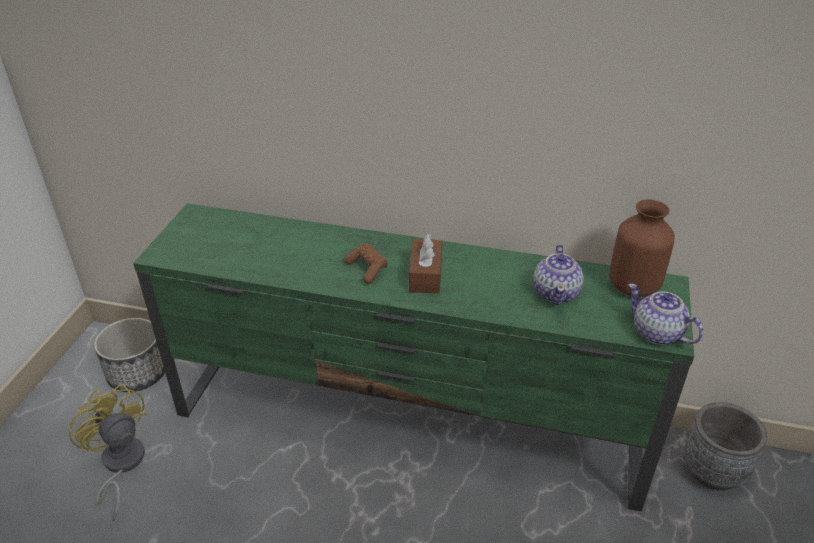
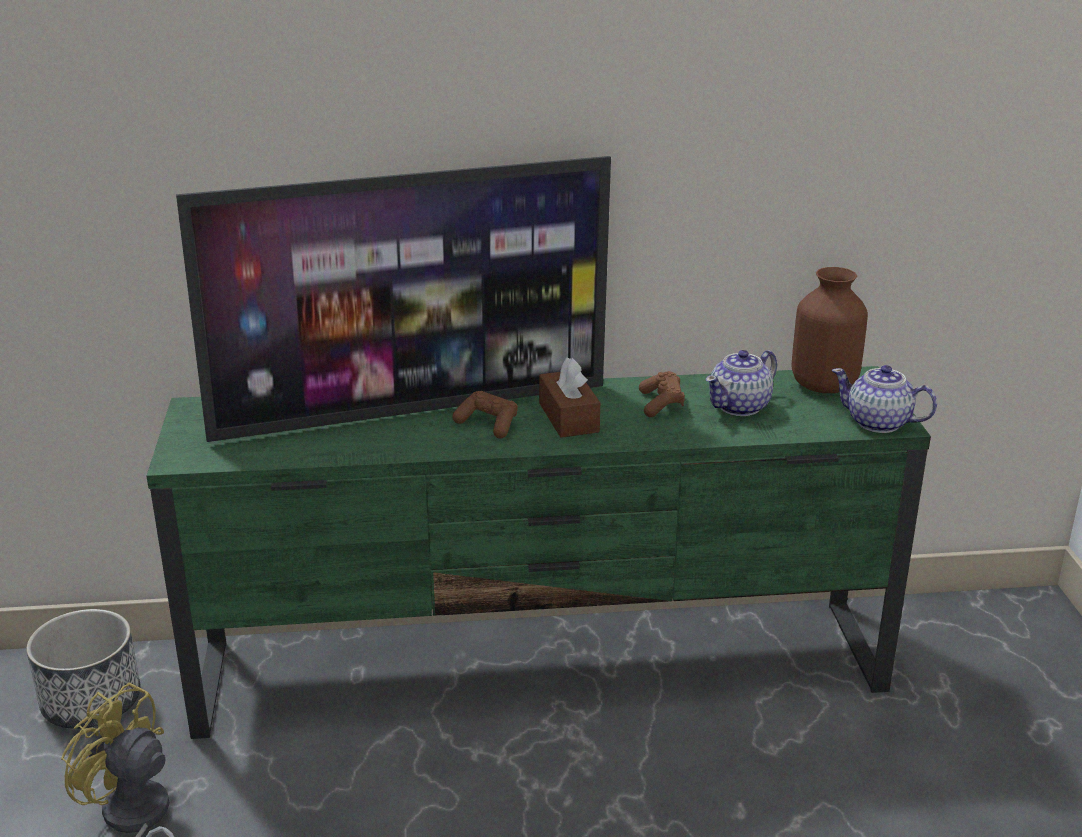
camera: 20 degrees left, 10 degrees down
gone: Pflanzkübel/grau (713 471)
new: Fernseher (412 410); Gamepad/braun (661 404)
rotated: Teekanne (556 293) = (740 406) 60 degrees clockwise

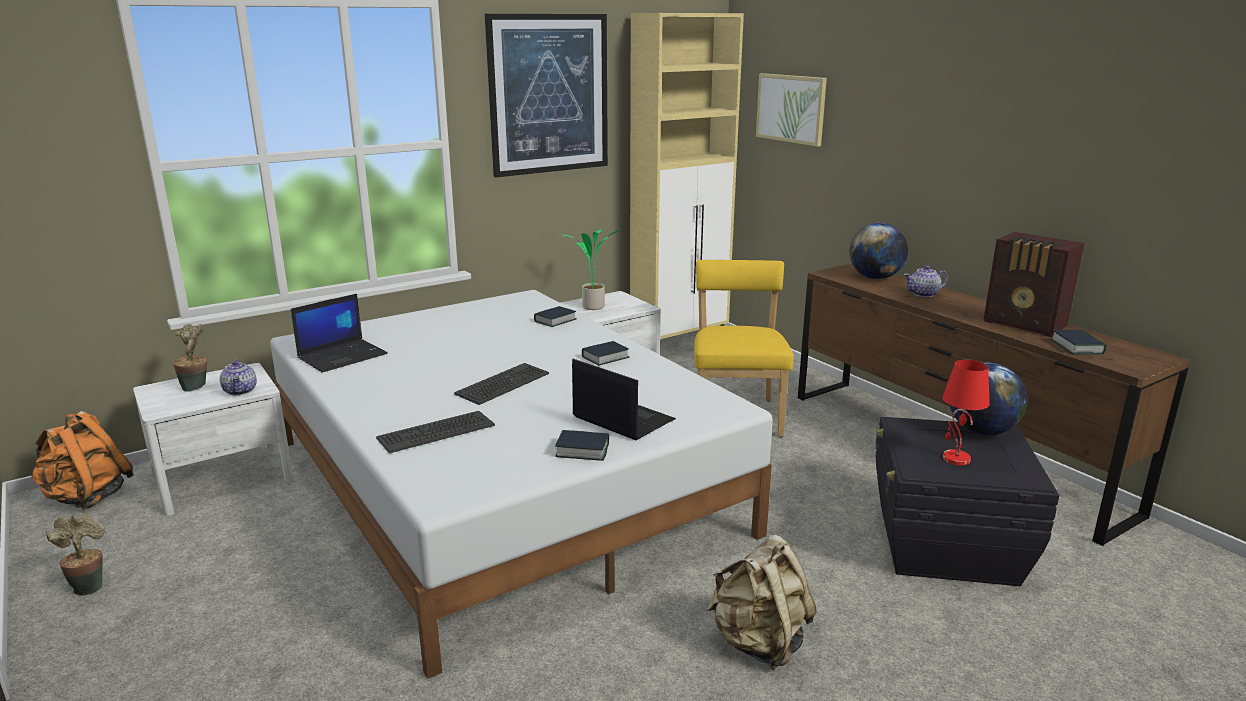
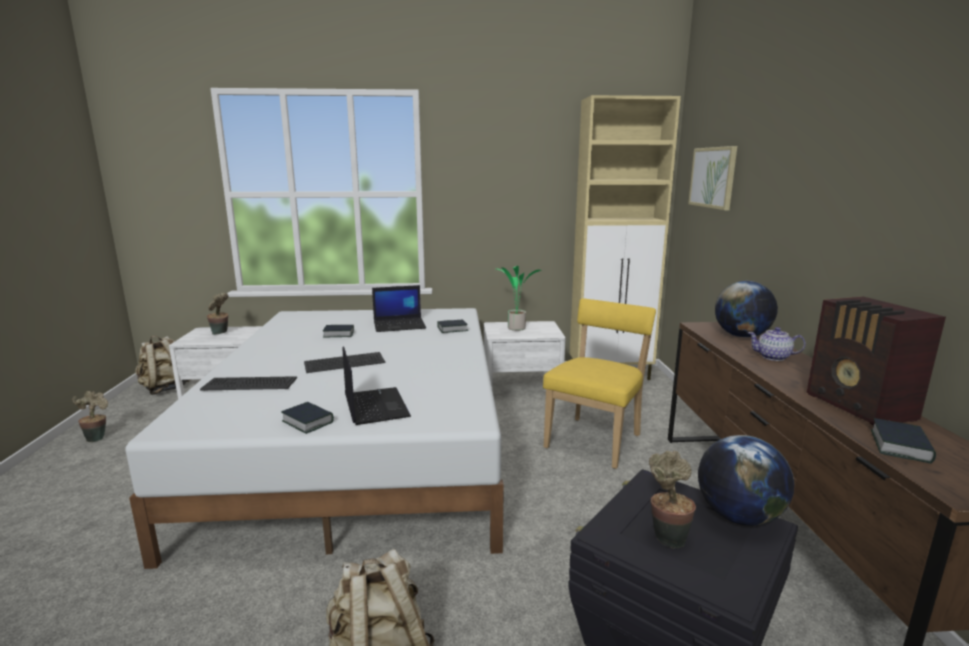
camera: 30 degrees right, 5 degrees down
gone: Teekanne (240 391); Bild (549 94)
shifted: Laptop (343 356) to (400 325); Buch (605 357) to (338 334)
swapped: Tischlampe/rot (955 458) to Topfpflanze (667 536)
repainted: Rucksack/orange (88 498) to Rucksack/beige (165 389)

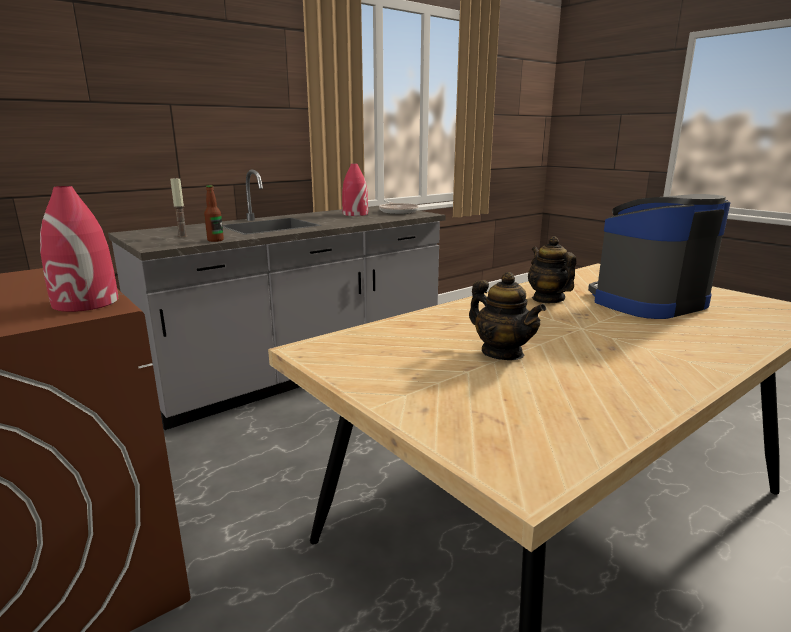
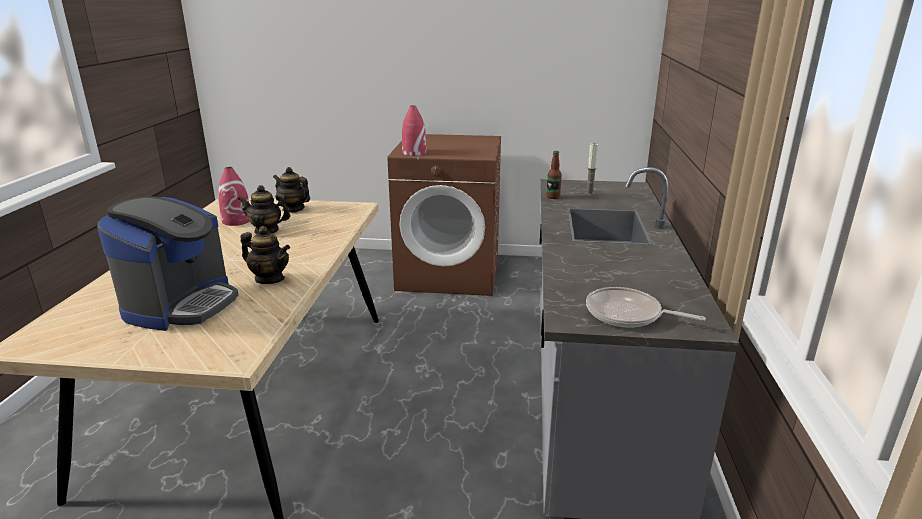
camera: 135 degrees right, 5 degrees up
new: Teekanne (293 209)
shifted: Vase/rot (355 214) to (237 220)

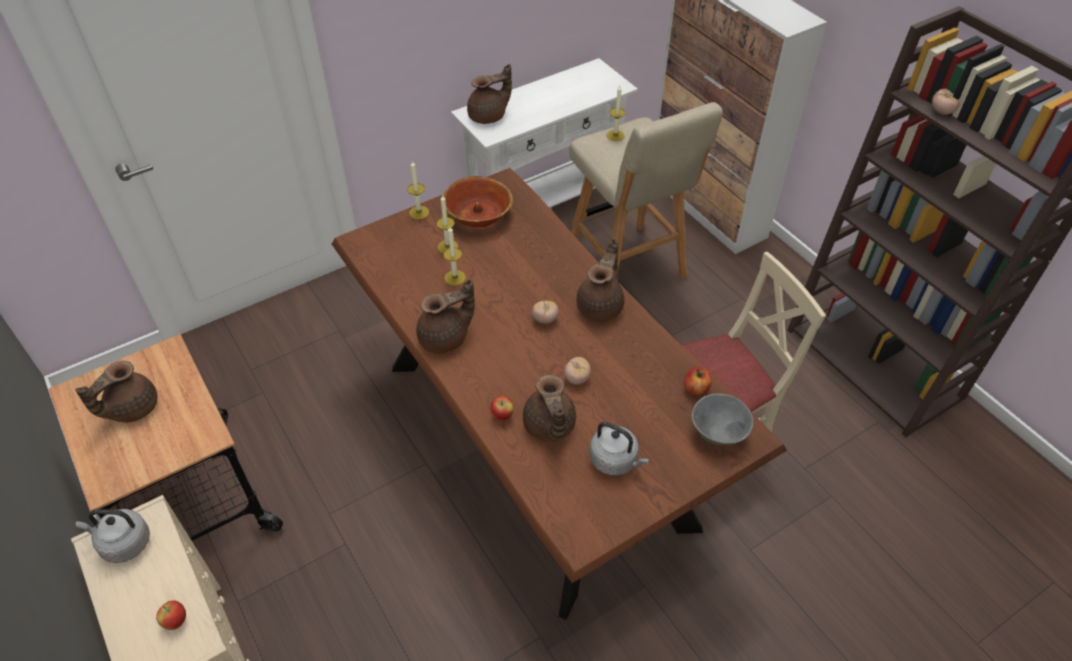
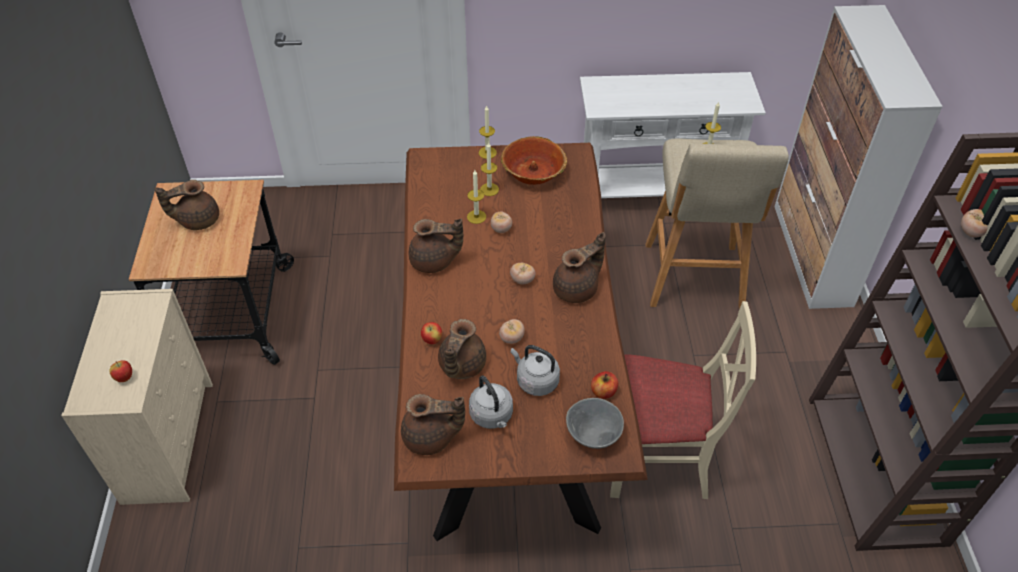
camera: 30 degrees right, 0 degrees up
new: Tomate (501 229)
shifted: Wasserkessel/grau (123 543) to (535 381); Teekanne/braun (489 116) to (431 438)

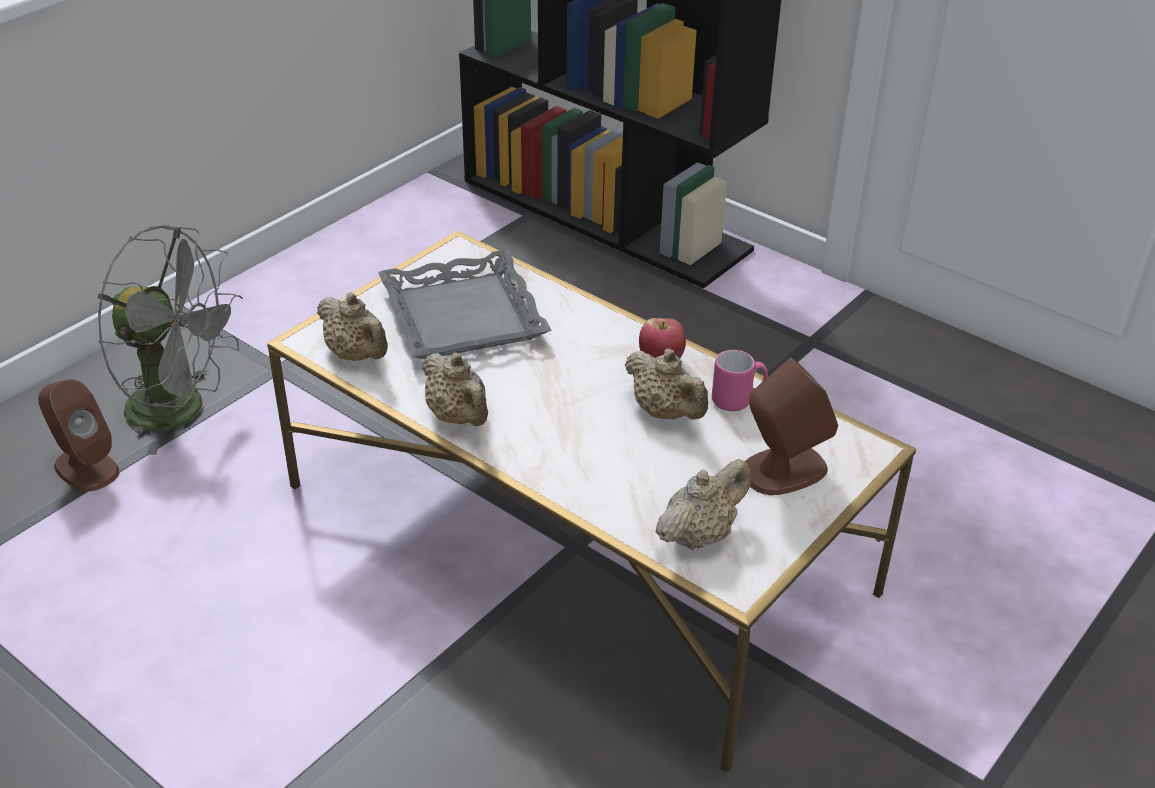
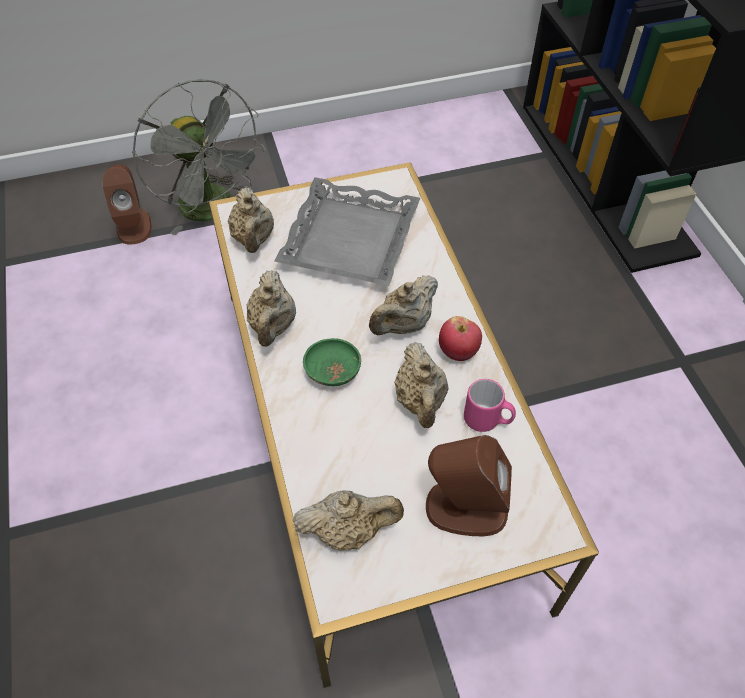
camera: 35 degrees right, 15 degrees up
new: Schüssel/grün (332 372); Teekanne/beige (404 325)

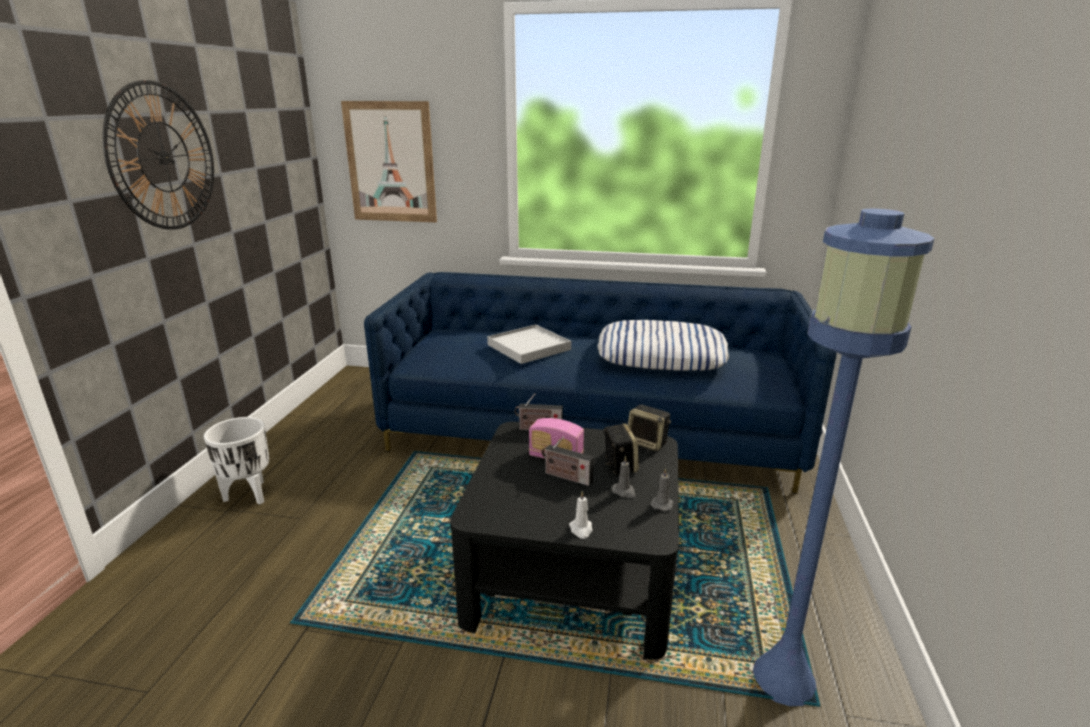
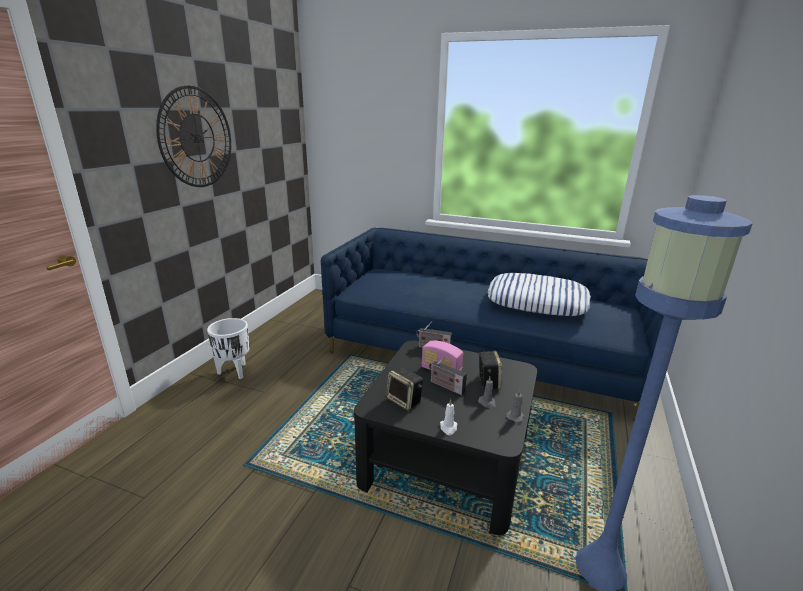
camera: 10 degrees right, 0 degrees up
gone: Bild (390 162); Tablett/weiß (529 347)
shifted: Lautsprecher (648 442) to (405 401)

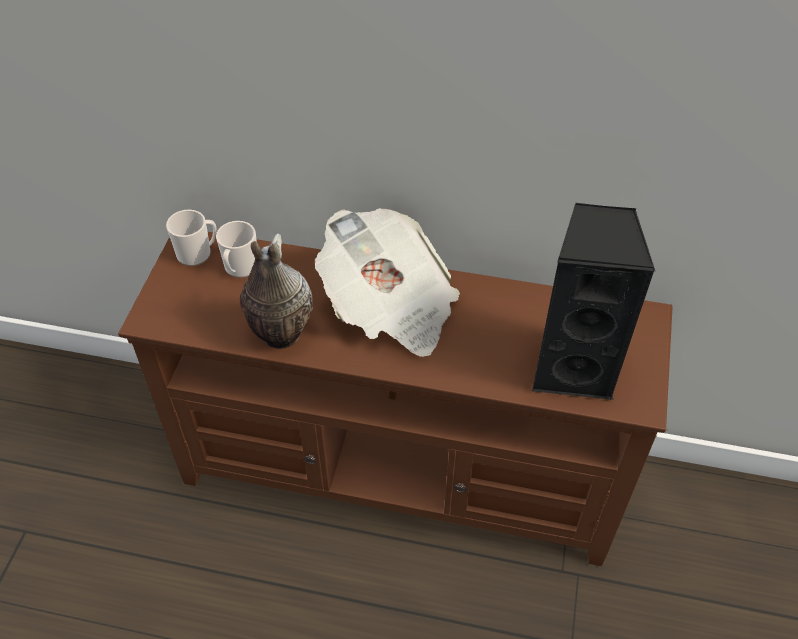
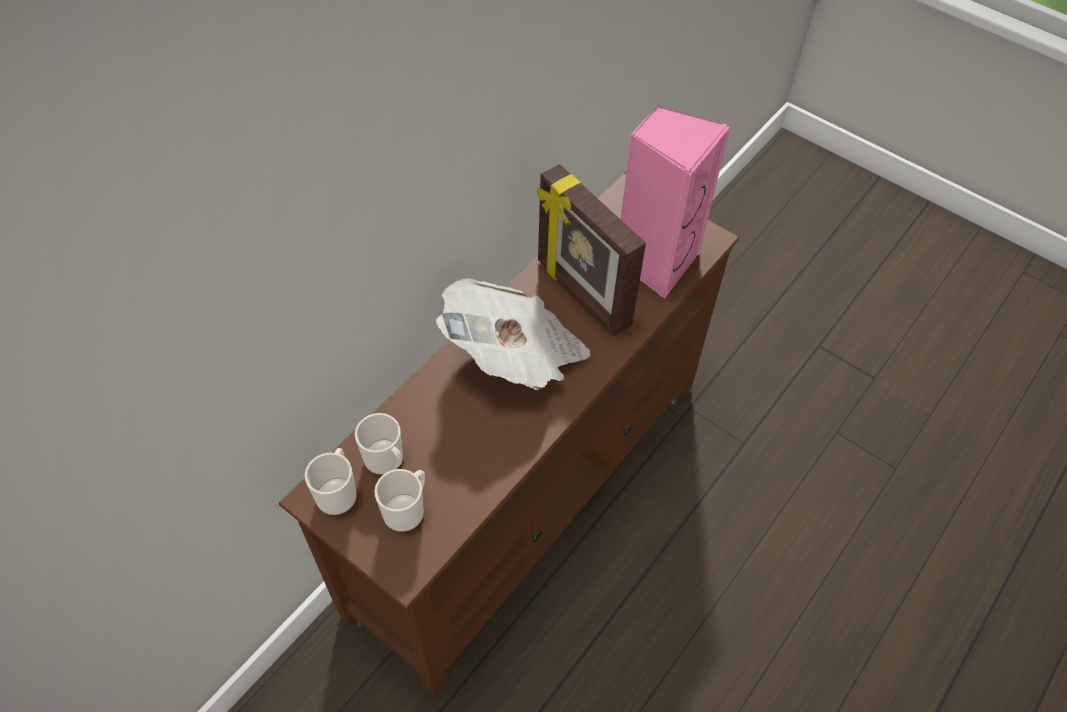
camera: 65 degrees left, 5 degrees up
gone: Vase (279 337)
new: Henkelbecher (407 510); Bilderrahmen (581 294)
repainted: Lautsprecher/schwarz (573 368) to Lautsprecher/rosa (655 261)

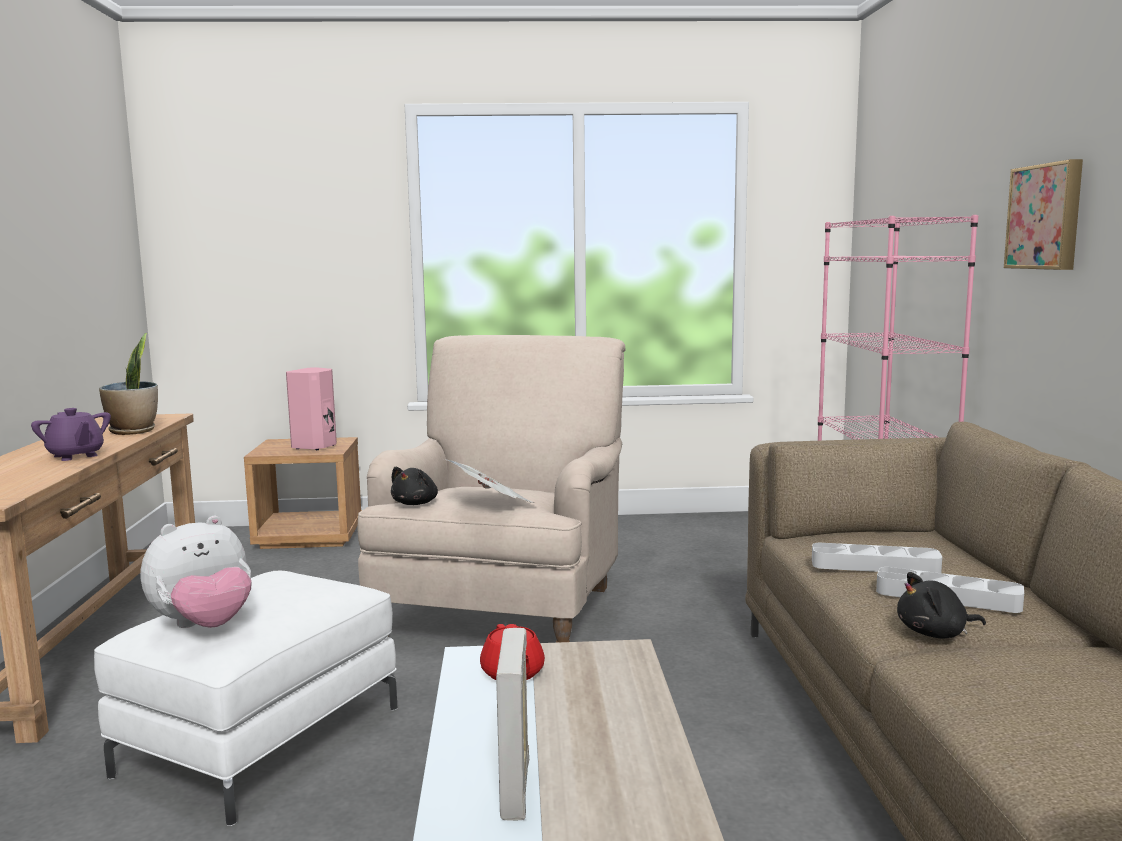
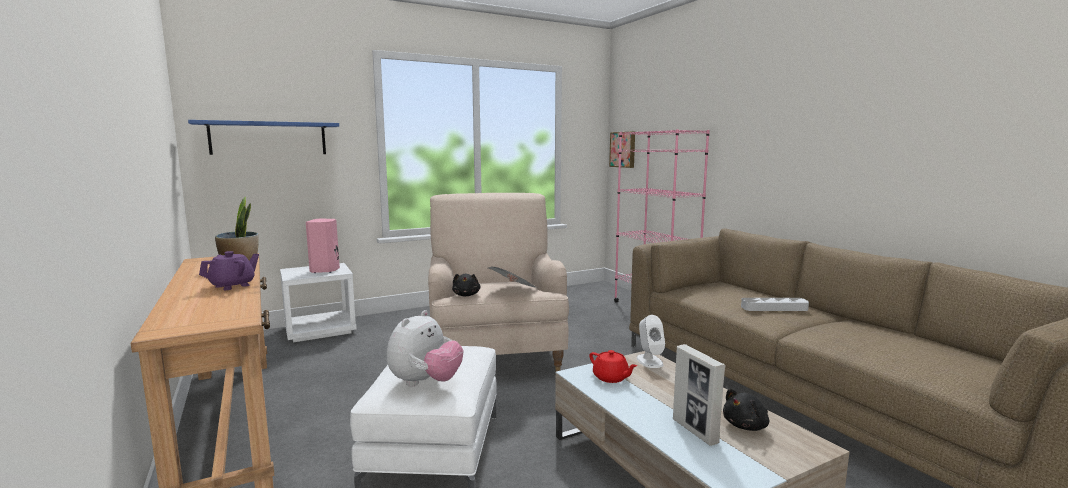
camera: 25 degrees left, 0 degrees up
gone: Tablett/grau (875 566)
new: Wandregal/blau (269 138); Lautsprecher/weiß (649 361)
shifted: Plüschtier/schwarz (935 633) to (746 426); Bild (1046 217) to (623 149)
repainted: Nachttisch/braun (310 536) to Nachttisch/weiß (320 330)
rotated: Teekanne/lila (75 456) = (233 286) 75 degrees counterclockwise

